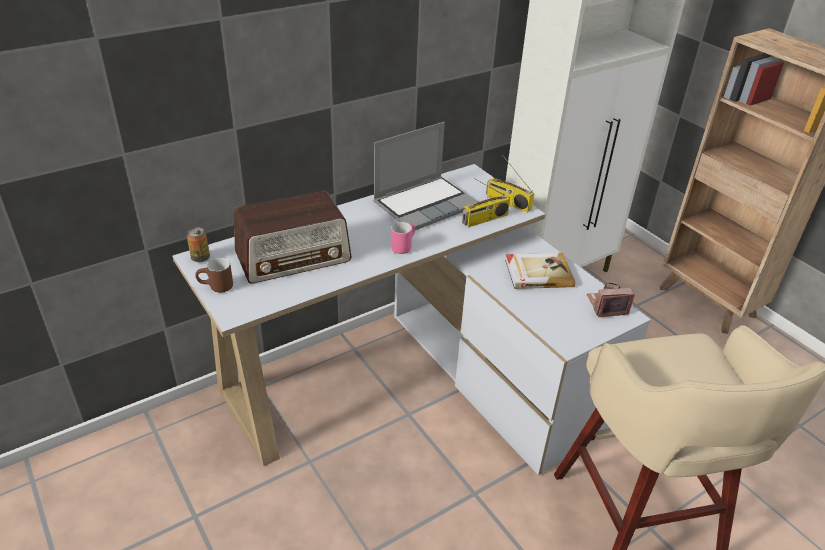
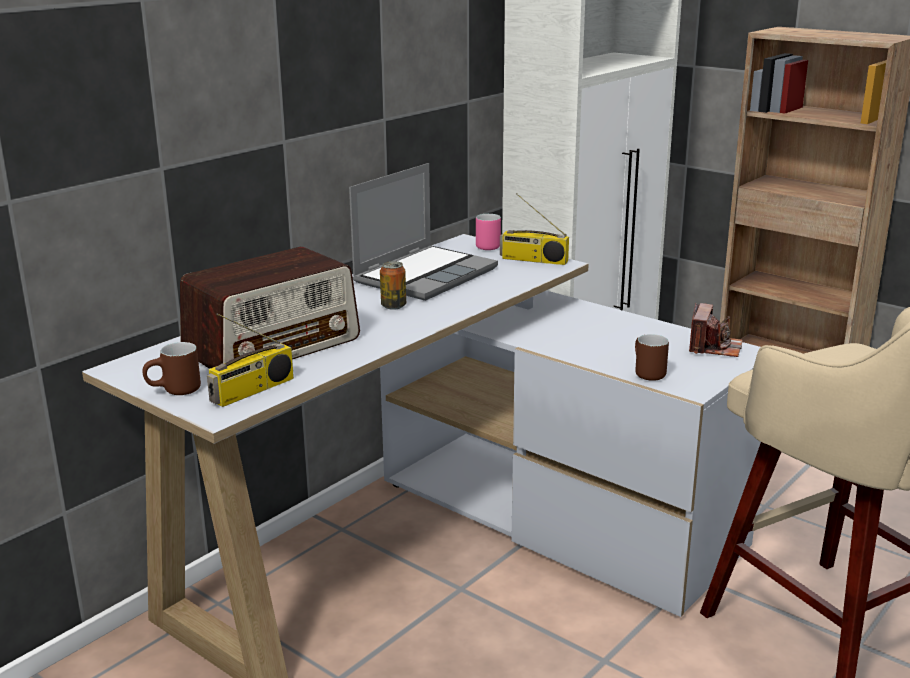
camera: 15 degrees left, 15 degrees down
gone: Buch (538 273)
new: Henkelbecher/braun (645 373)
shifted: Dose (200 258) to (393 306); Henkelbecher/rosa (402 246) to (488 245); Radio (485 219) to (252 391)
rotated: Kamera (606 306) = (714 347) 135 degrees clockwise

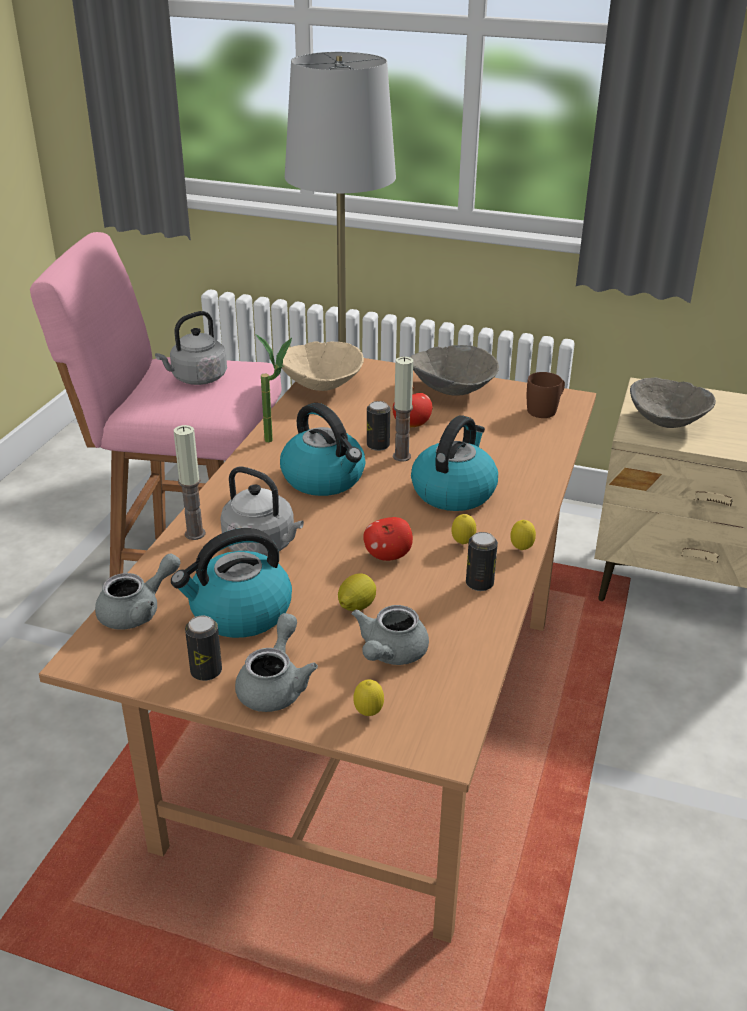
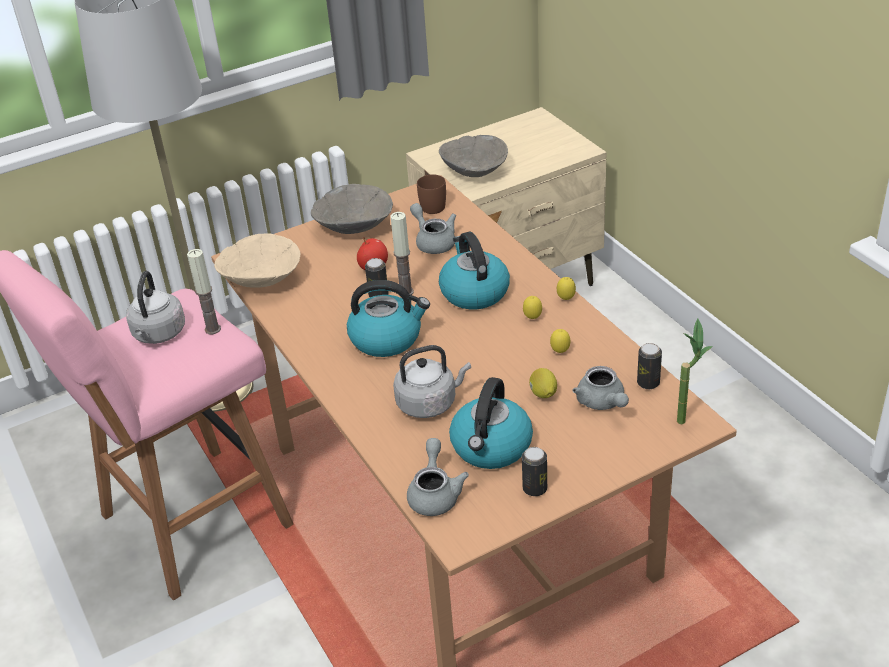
camera: 45 degrees left, 5 degrees up
gone: Apfel (388 555)
shifted: Kerze (195 534) to (213 329); Teekanne/grau (275 685) to (433 241); Topfpflanze (277 440) to (685 416); Zitrone (368 714) to (560 352); Dose (479 583) to (648 383)

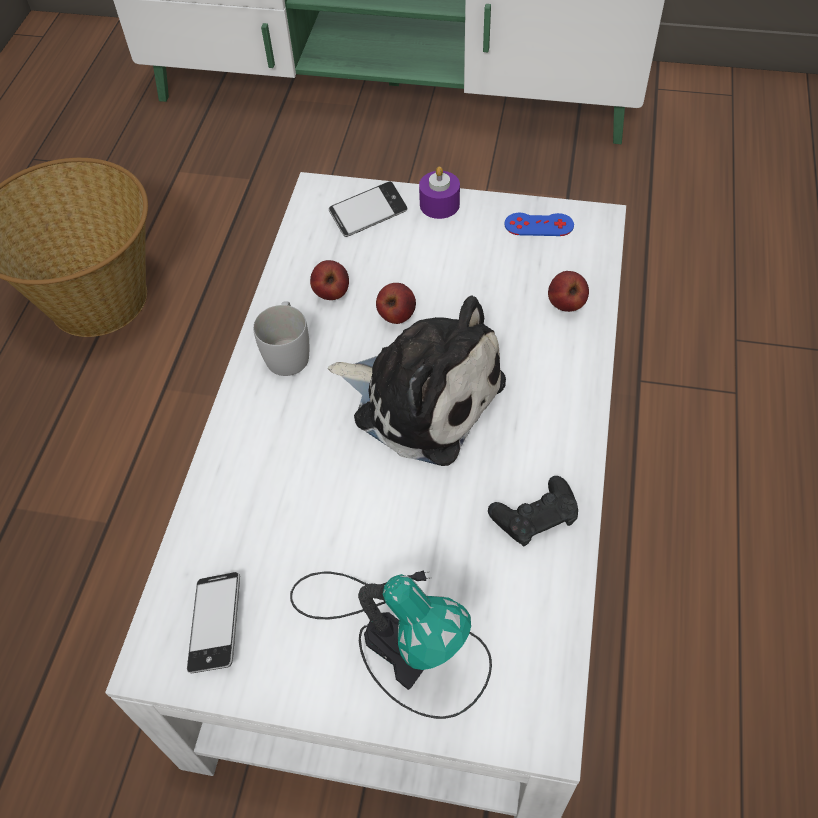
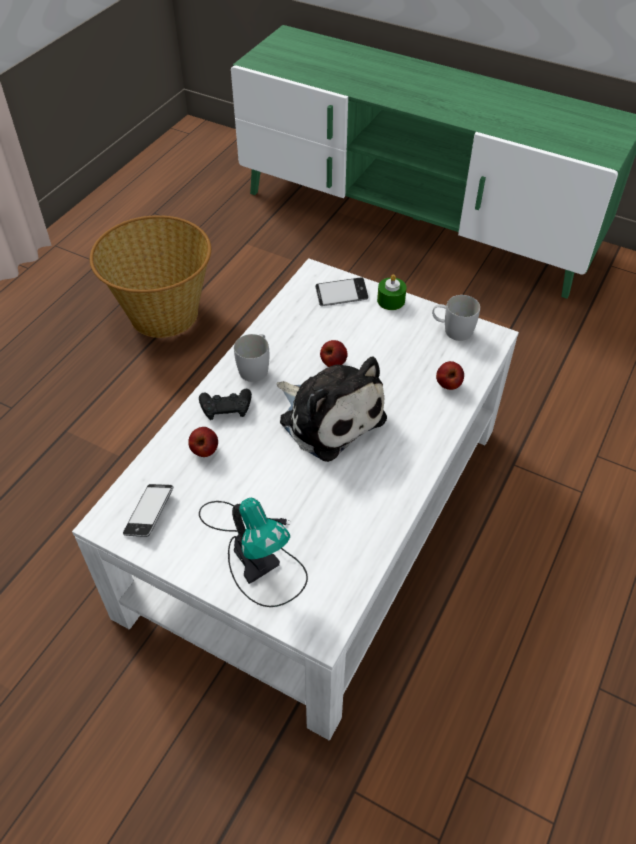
camera: 15 degrees right, 5 degrees down
shifted: Apfel (331 293) to (204 451); Gamepad/schwarz (535 516) to (226 407)
swapped: Gamepad/blau (539 225) to Henkelbecher/weiß (452 330)
repainted: Kerze/lila (439 204) to Kerze/grün (391 300)

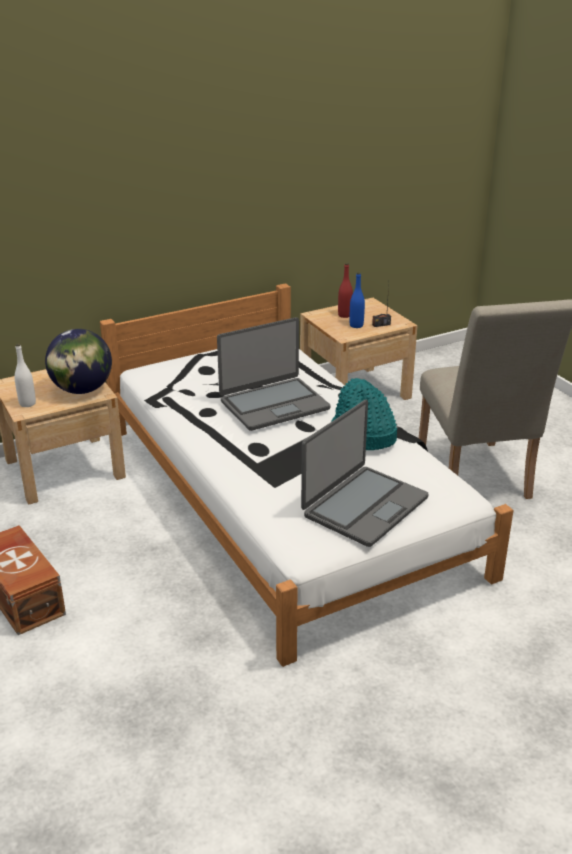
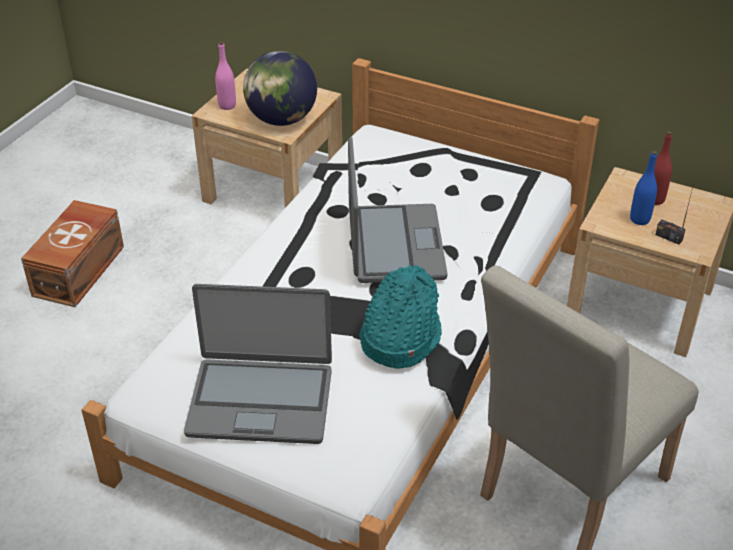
camera: 55 degrees right, 10 degrees up
repainted: Flasche/weiß (27 403) to Flasche/rosa (227 105)
rotated: Laptop (273 404) = (394 245) 120 degrees counterclockwise

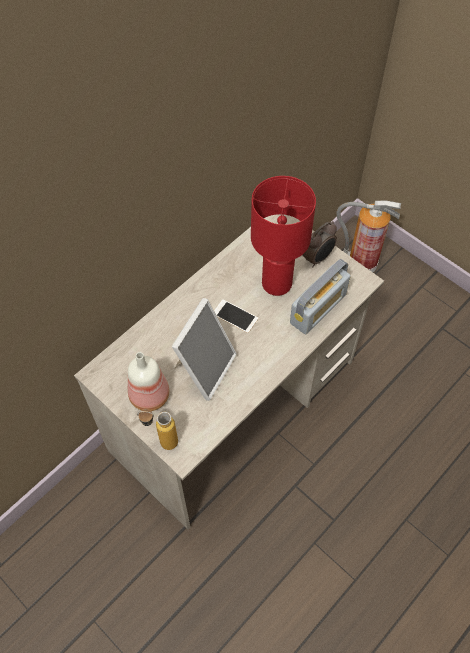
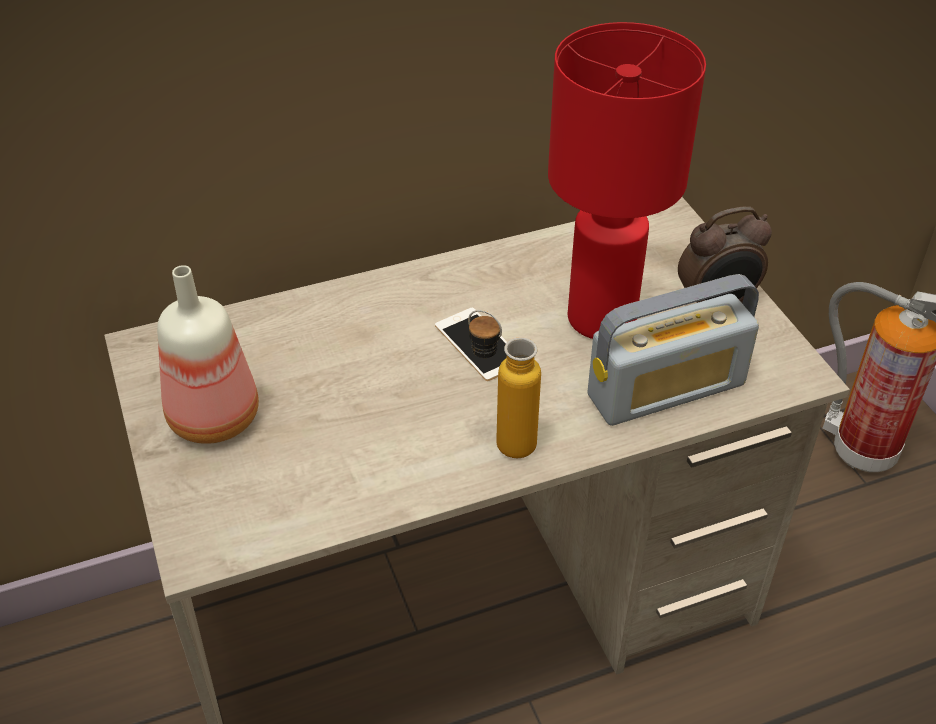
camera: 25 degrees right, 15 degrees down
gone: Bilderrahmen (204 368)
shifted: Flasche (161 441) to (501 439)

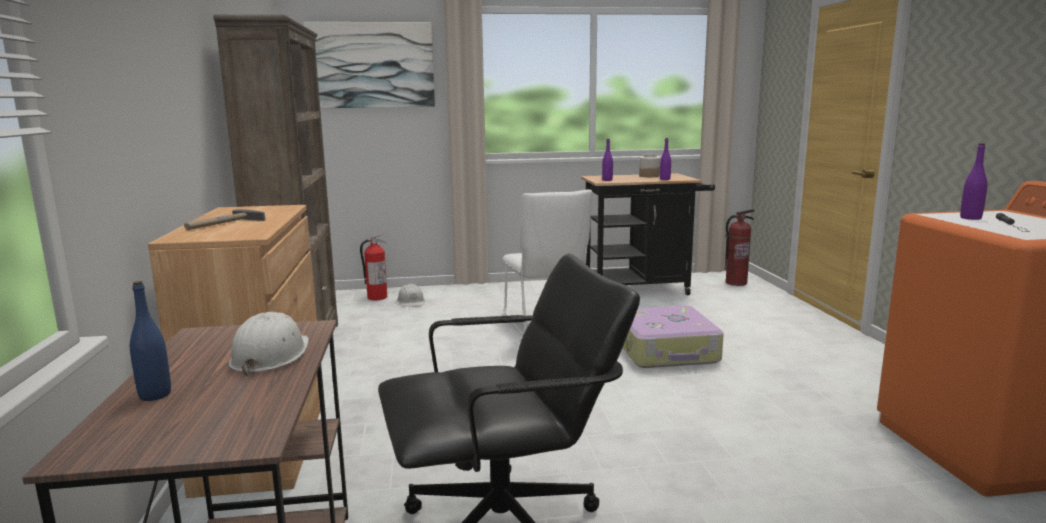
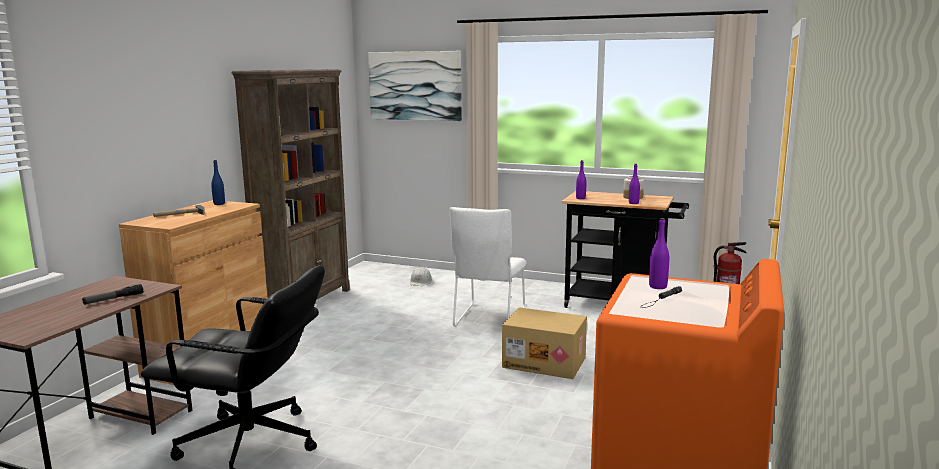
camera: 30 degrees right, 0 degrees up
gone: Feuerlöscher (377 297)
shifted: Flasche/blau (155 395) to (219 204)
swapped: Schutzhelm/weiß (270 355) to Taschenlampe (113 299); Koffer (666 351) to Karton (545 362)

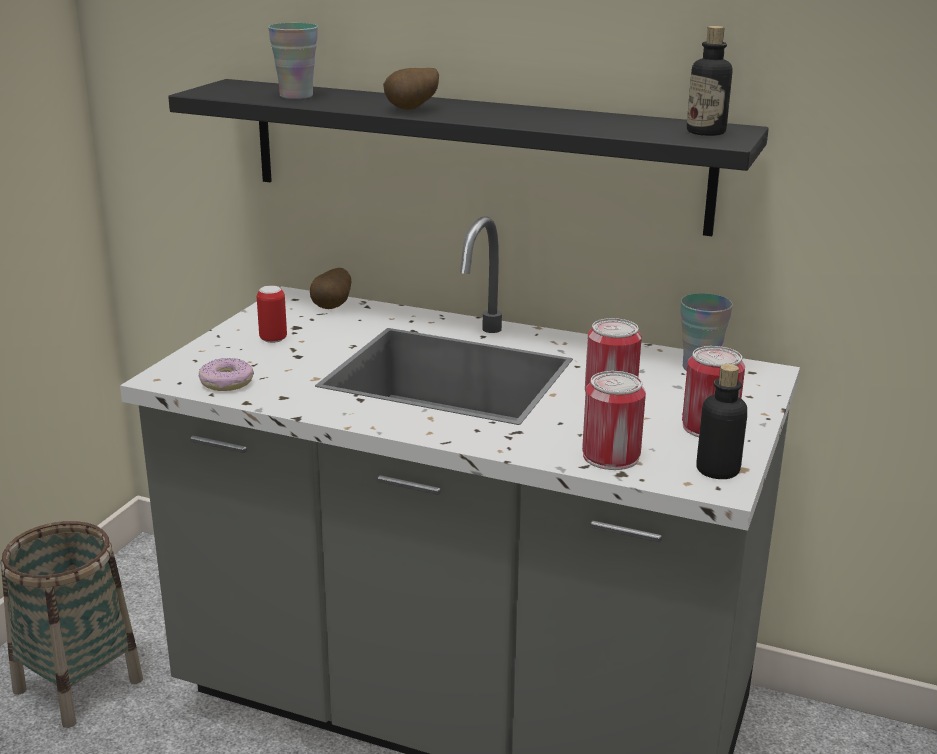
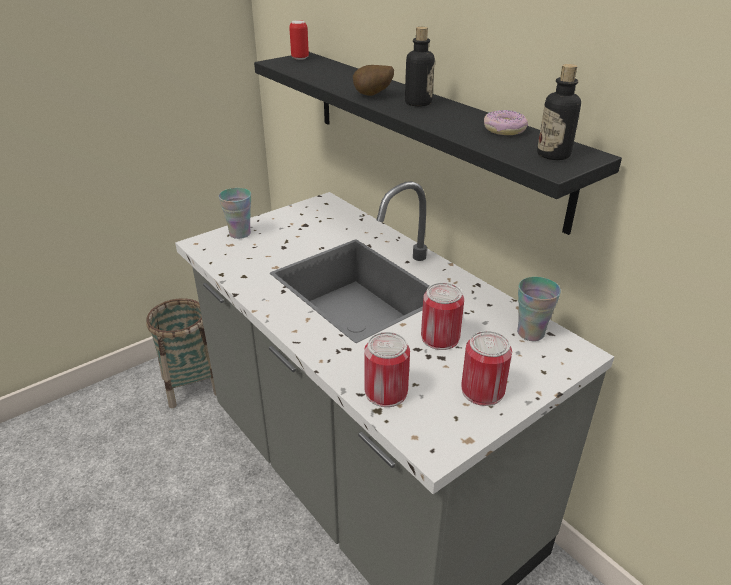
camera: 30 degrees right, 10 degrees up
gone: Kartoffel (333 307)
shifted: Donut (226 383) to (504 129); Dose (273 339) to (300 58); Tasse (296 96) to (240 233); Flasche (717 470) to (418 103)

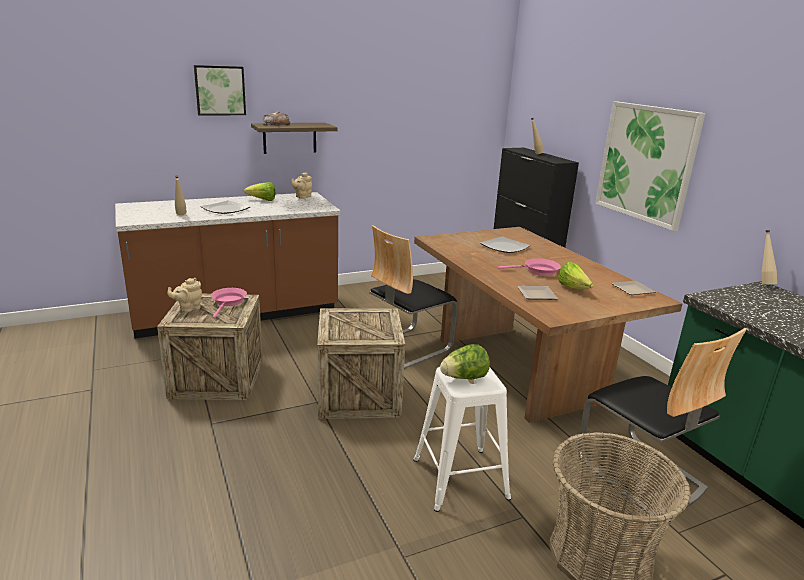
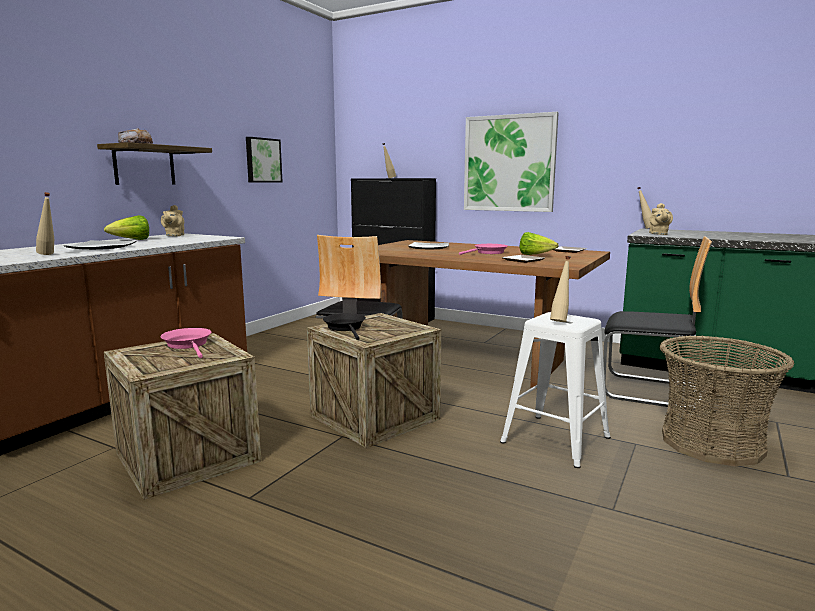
camera: 35 degrees left, 10 degrees down
new: Pfanne/schwarz (346 328)
shifted: Teekanne/beige (188 308) to (658 234); Bild (220 90) to (262 160)
swapped: Salatkopf (464 378) to Flasche/beige (560 321)

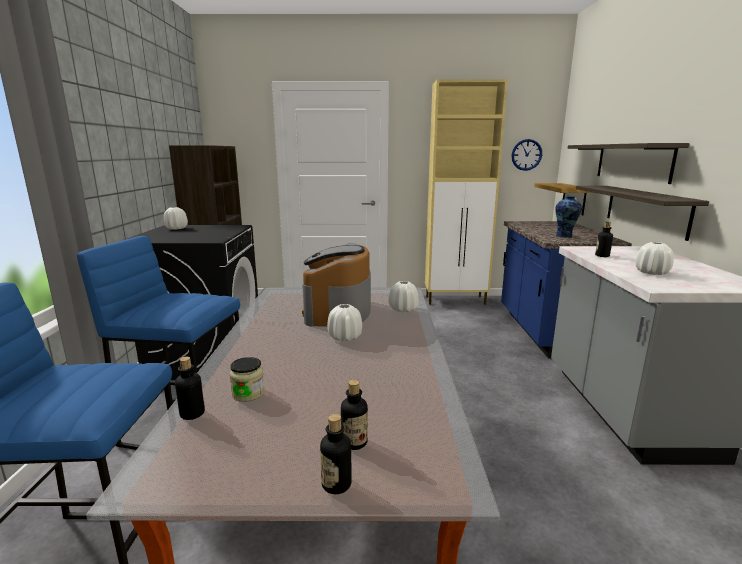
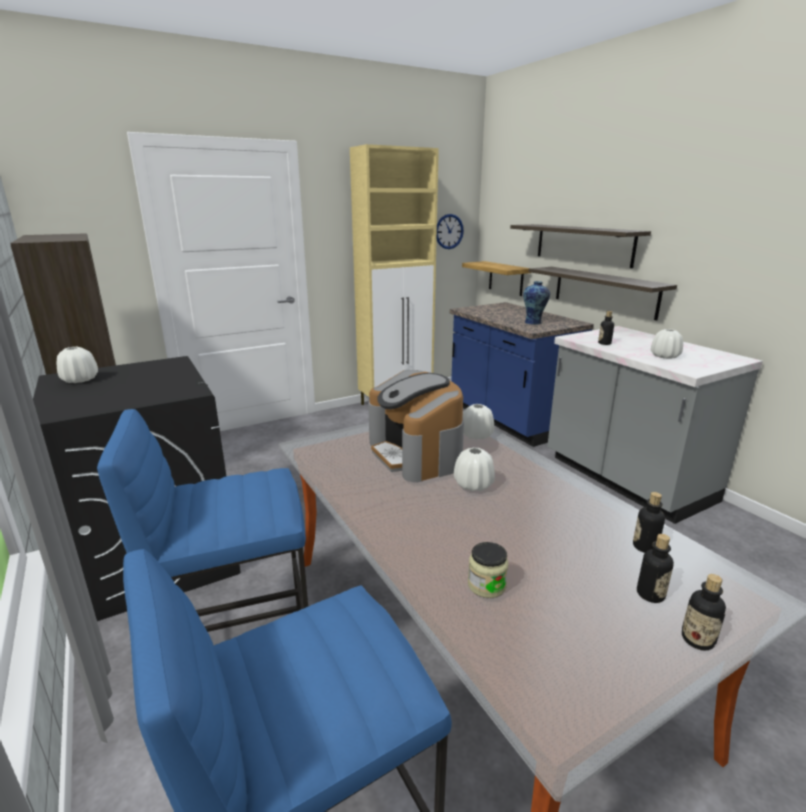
camera: 30 degrees left, 5 degrees up
shifted: Flasche (192 414) to (645 547)

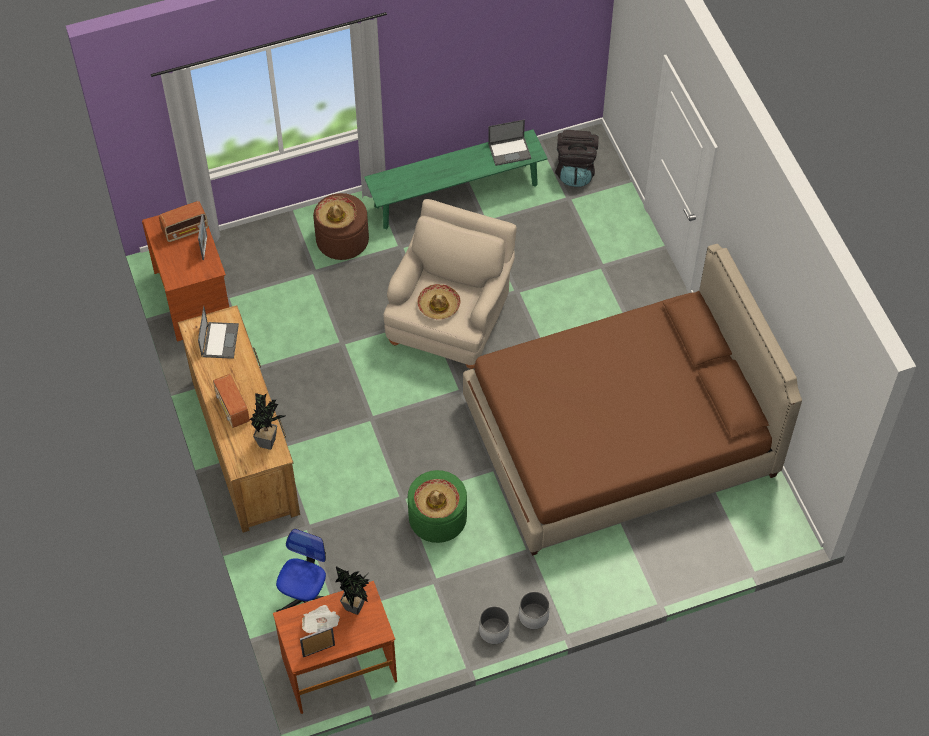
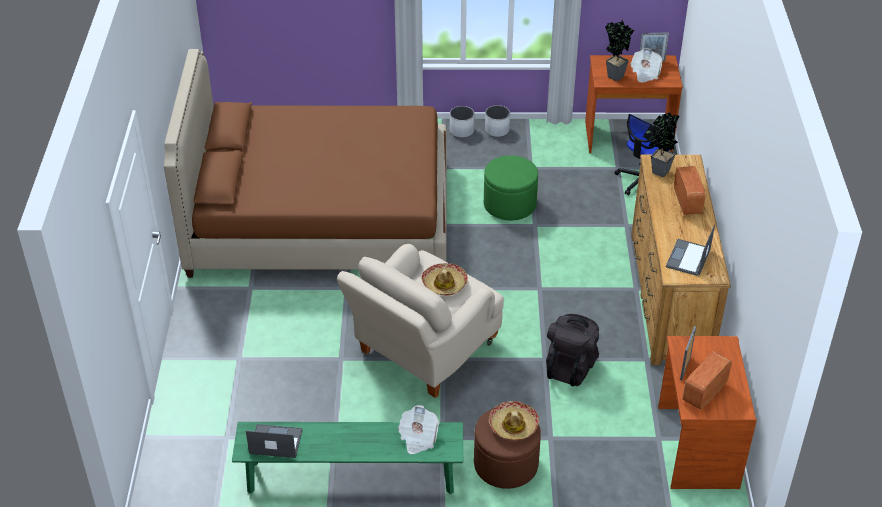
camera: 160 degrees left, 15 degrees down
gone: Hut (436 502)
new: Zeitung (418 438)
shifted: Rucksack/schwarz (575 171) to (570 367)
rotated: Radio (186 230) = (704 392) 45 degrees counterclockwise

